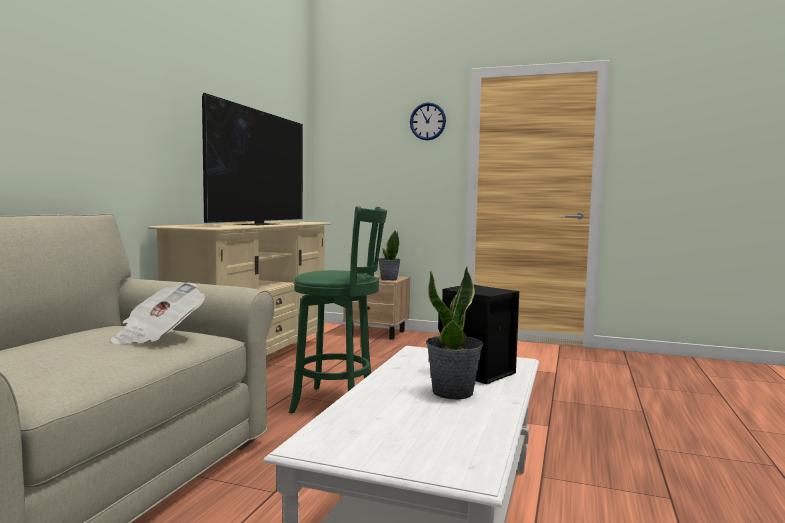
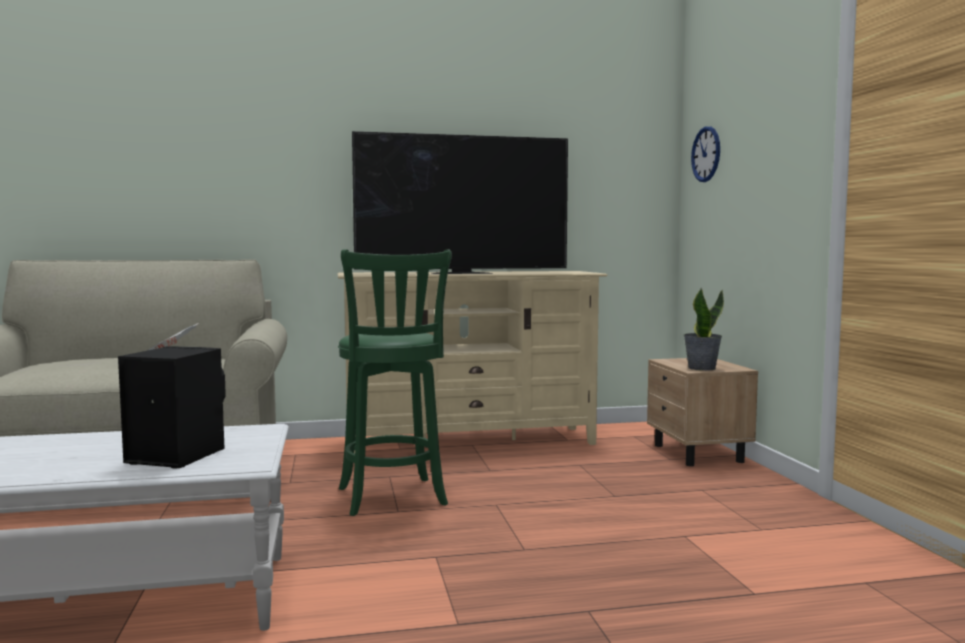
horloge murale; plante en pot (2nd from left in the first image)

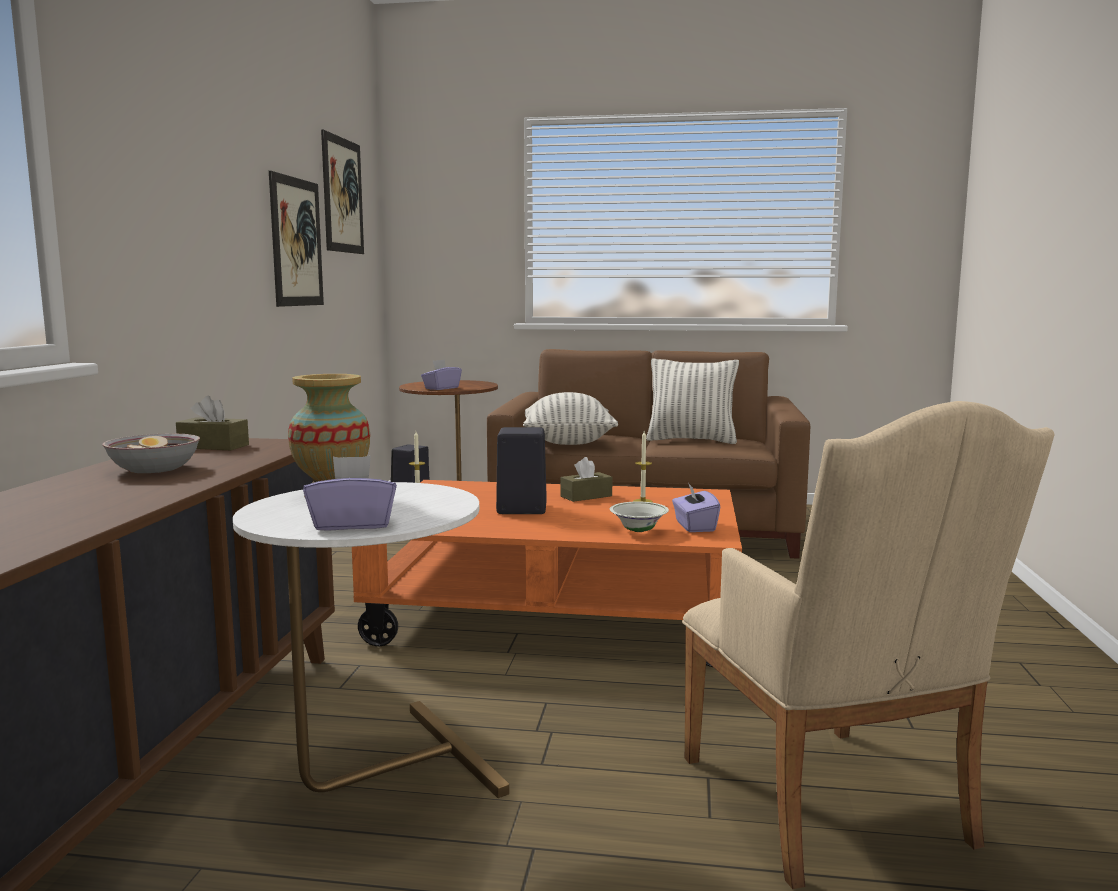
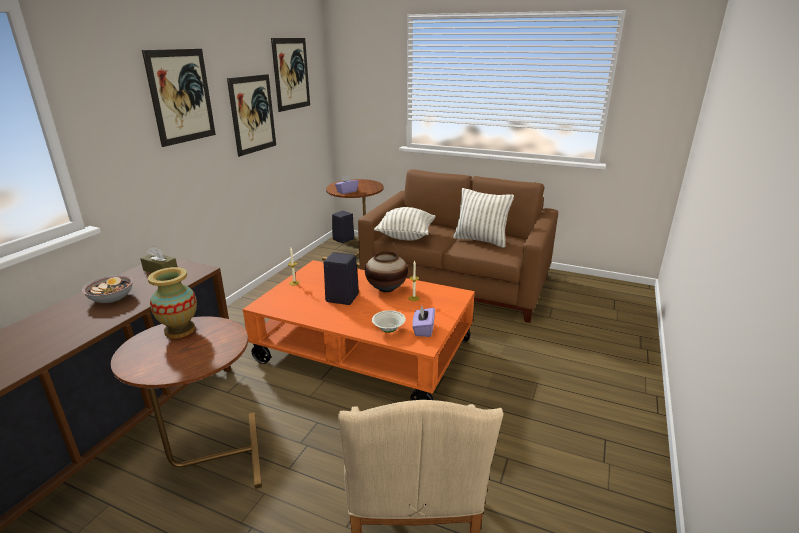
table d'appoint [marron] (1st from left); tableau (1st from left); vase (2nd from left); boîte à mouchoirs [violet] (1st from left in the first image)

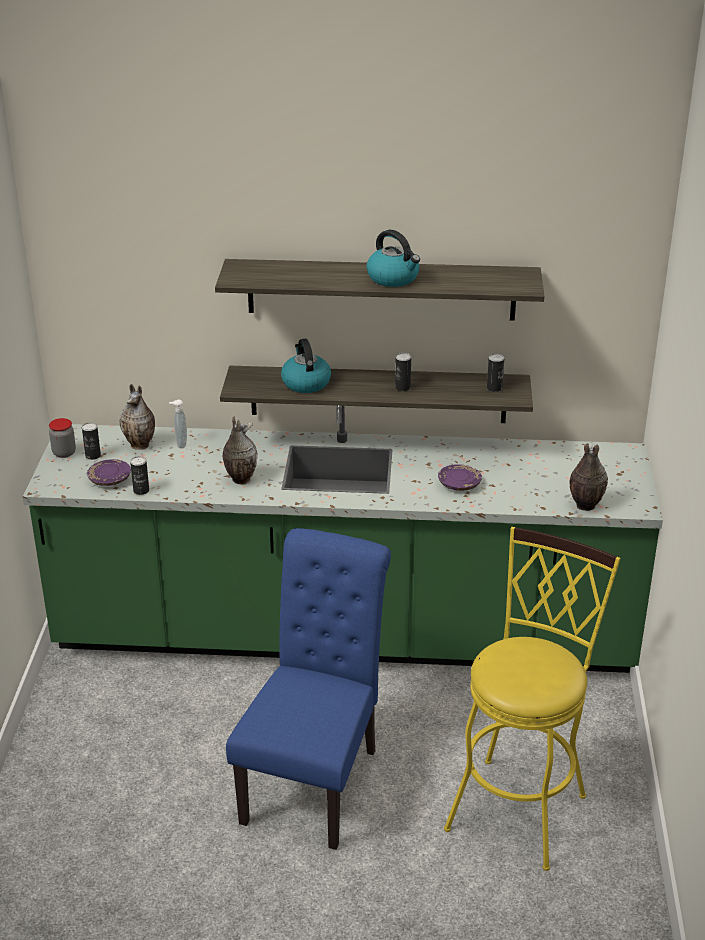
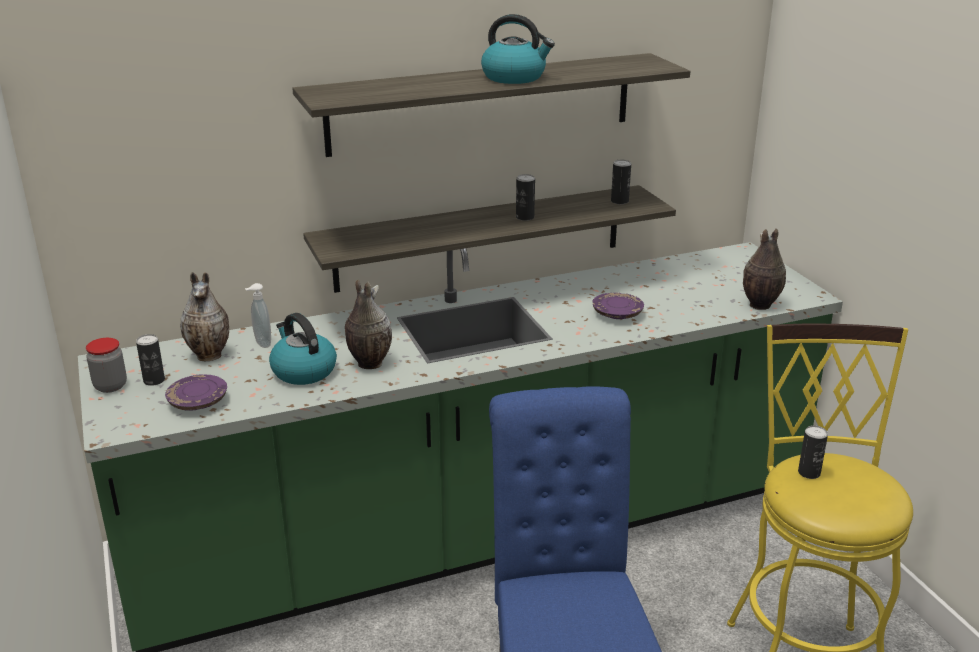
bouilloire (1st from left); boîte métallique (4th from left)

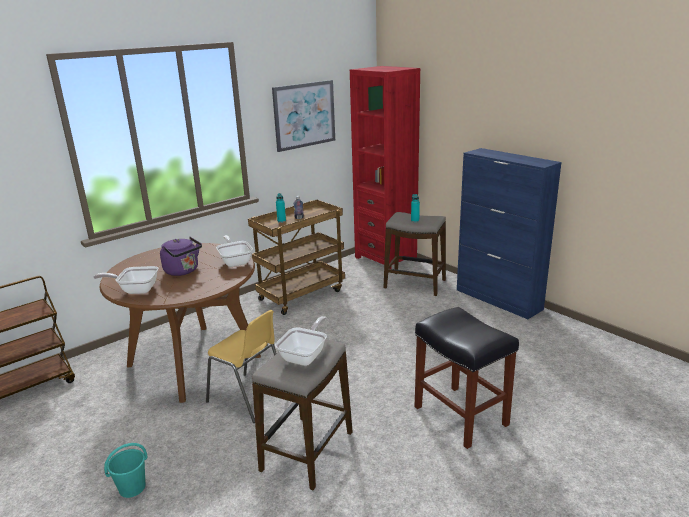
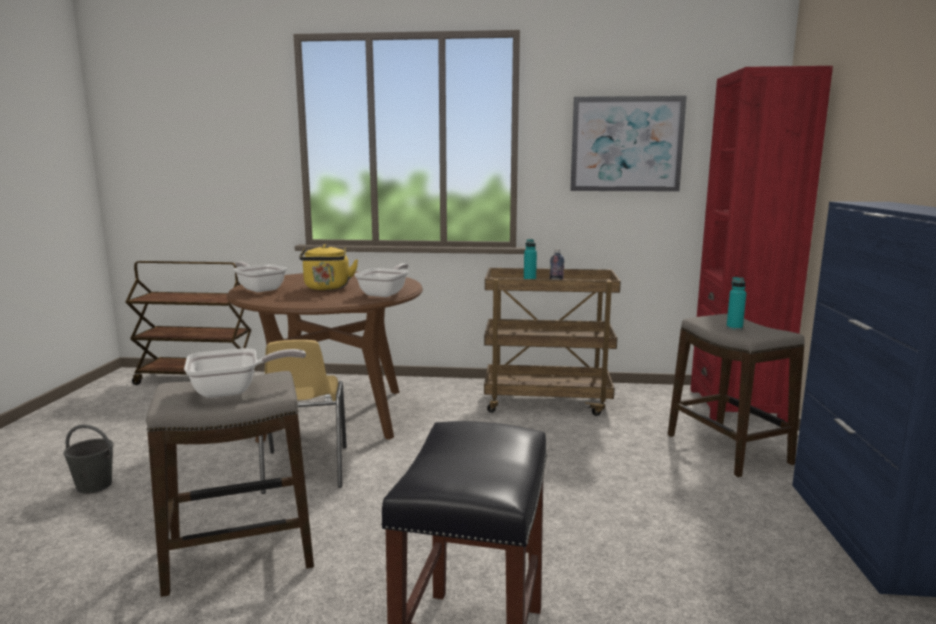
seau [gris]; bouilloire [jaune]

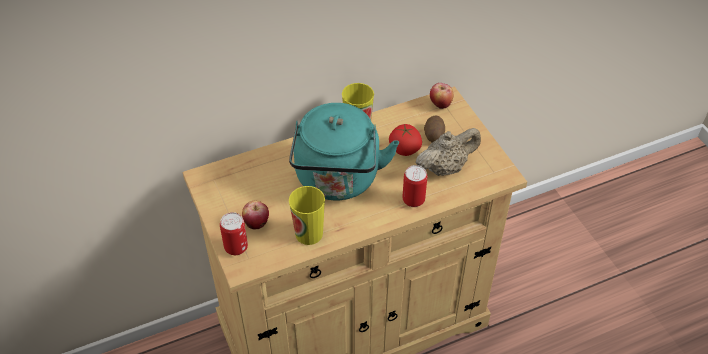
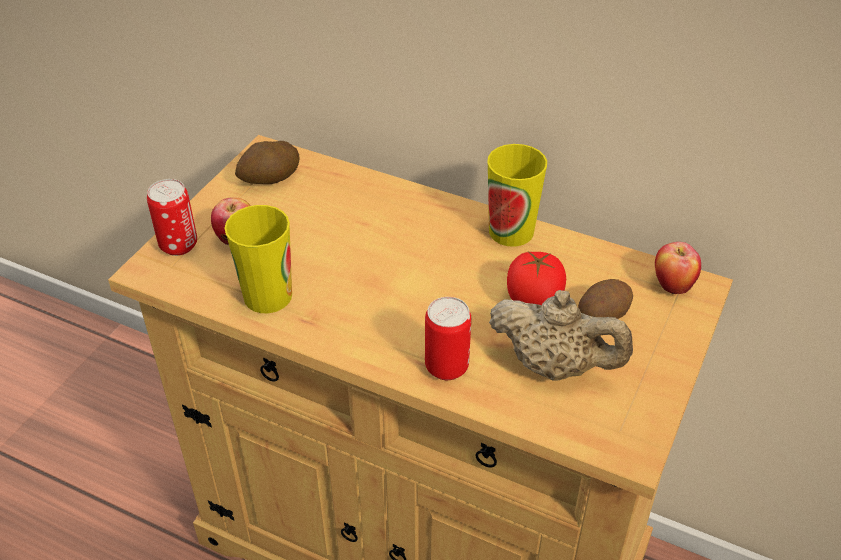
pomme de terre (1st from left); bouilloire [turquoise]

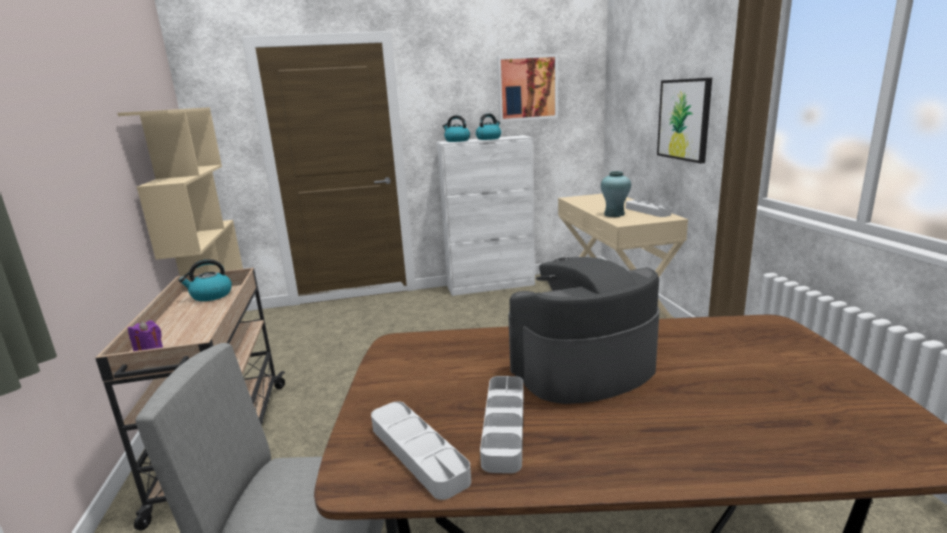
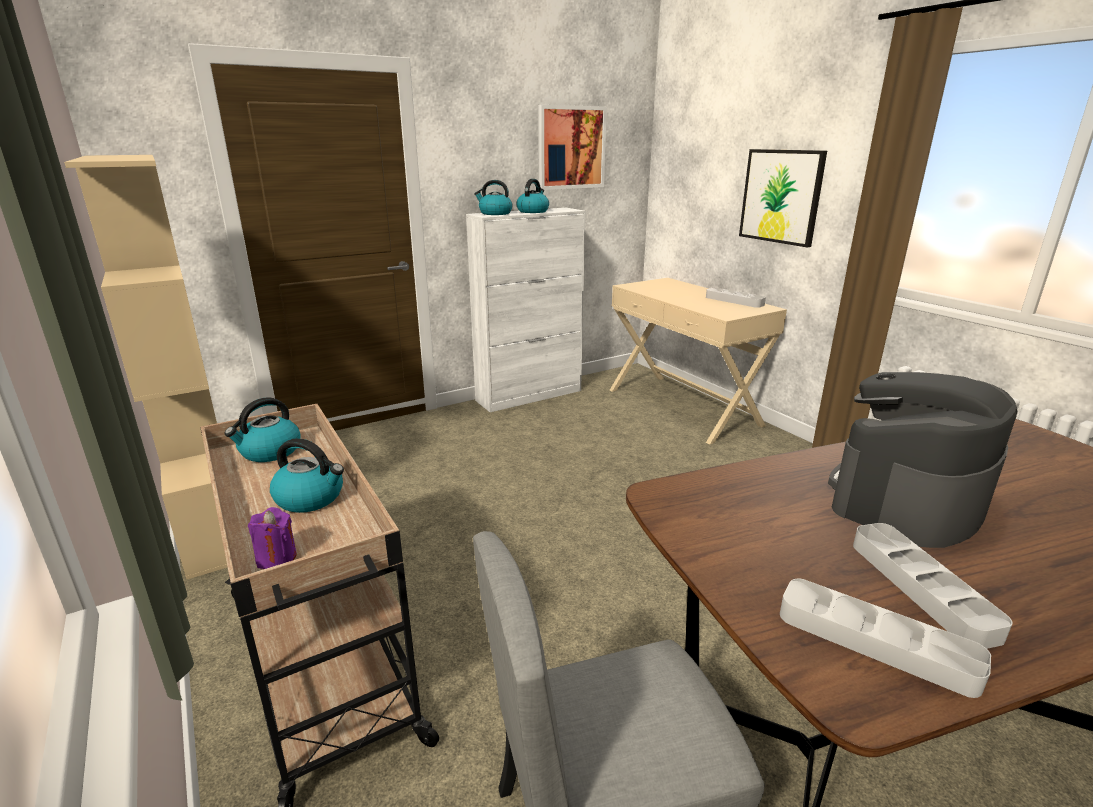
bouilloire (2nd from left); vase [turquoise]

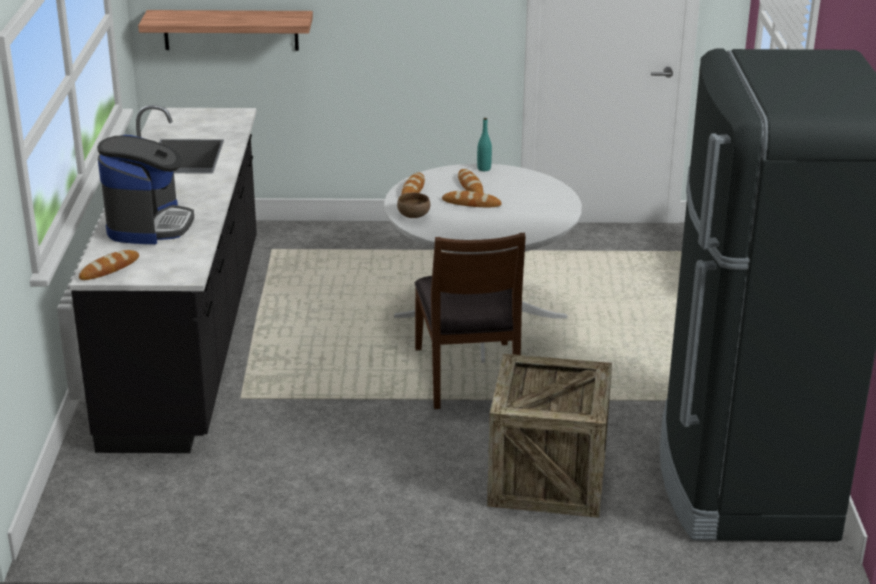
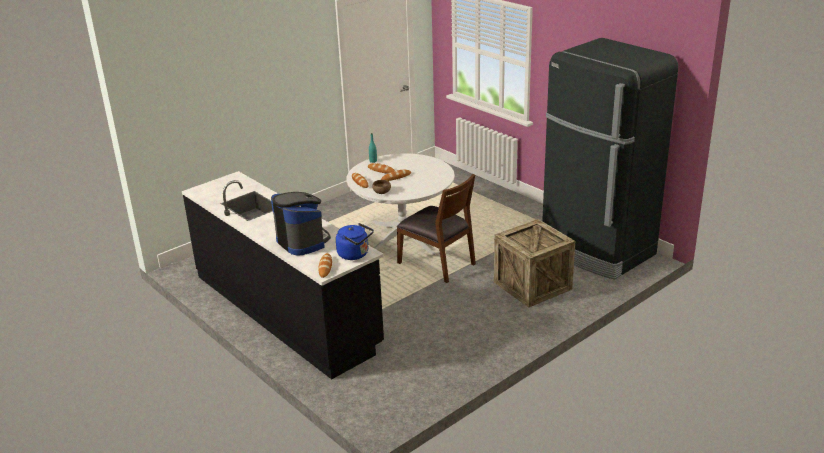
bouilloire [bleu]; étagère

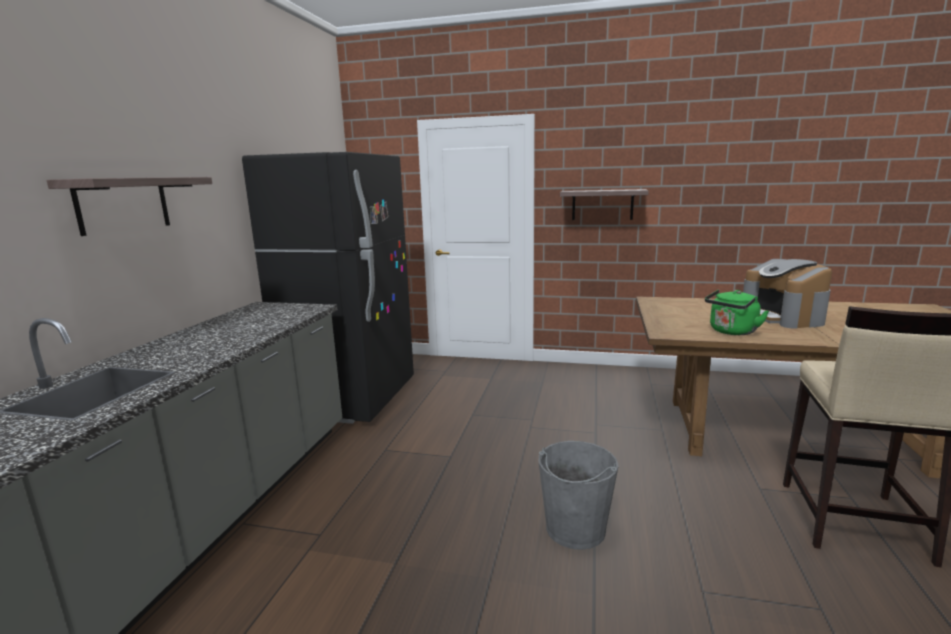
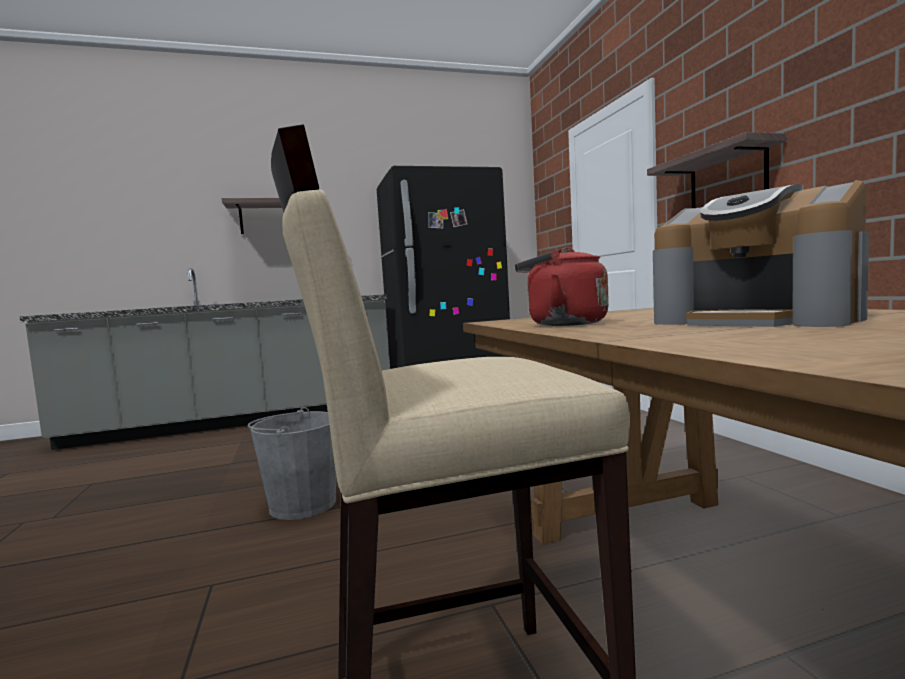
bouilloire [rouge]; machine à café

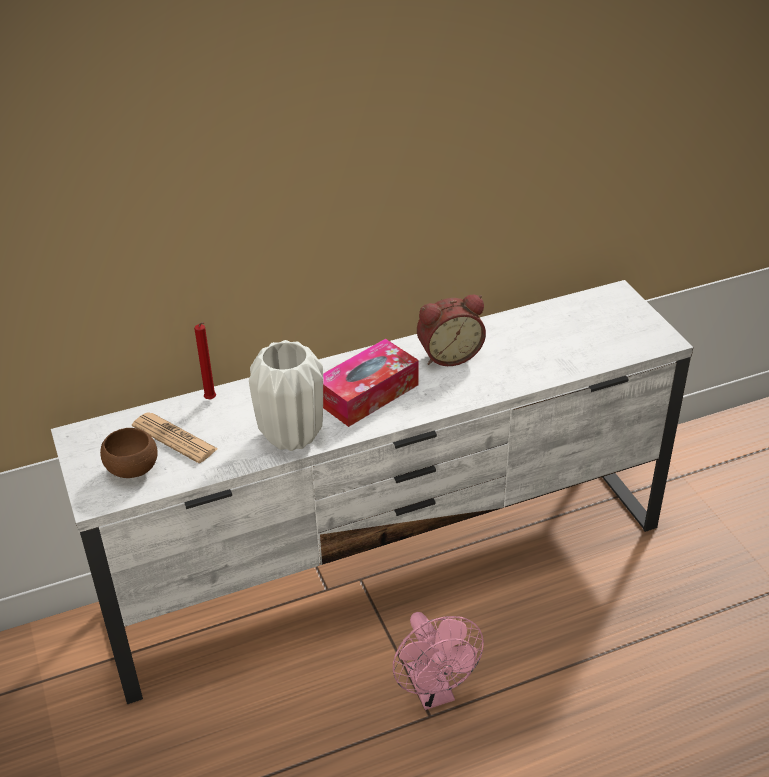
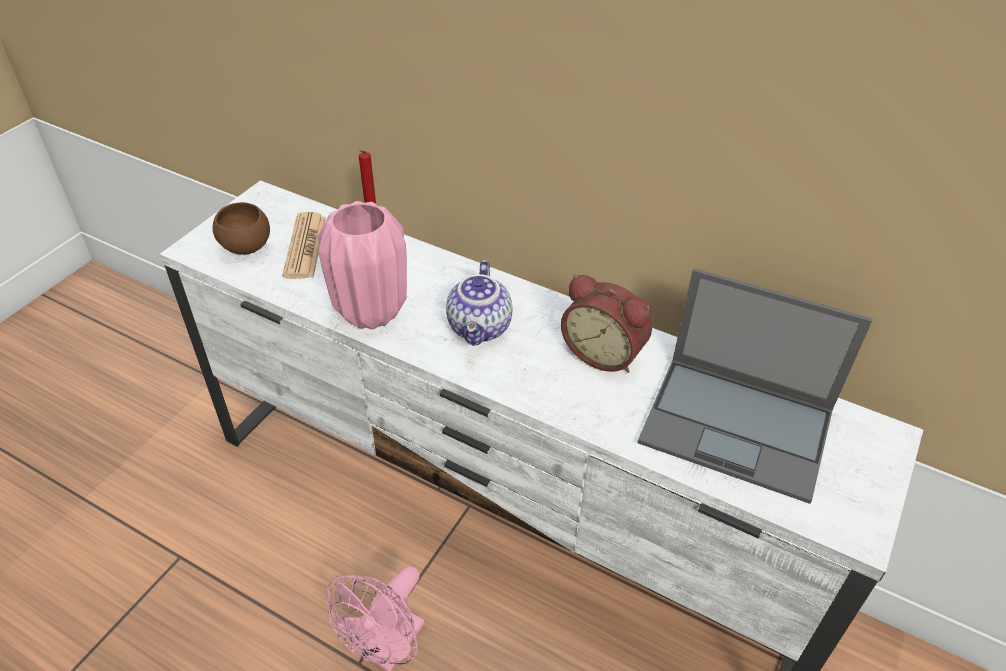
vase [rose]; théière; ordinateur portable

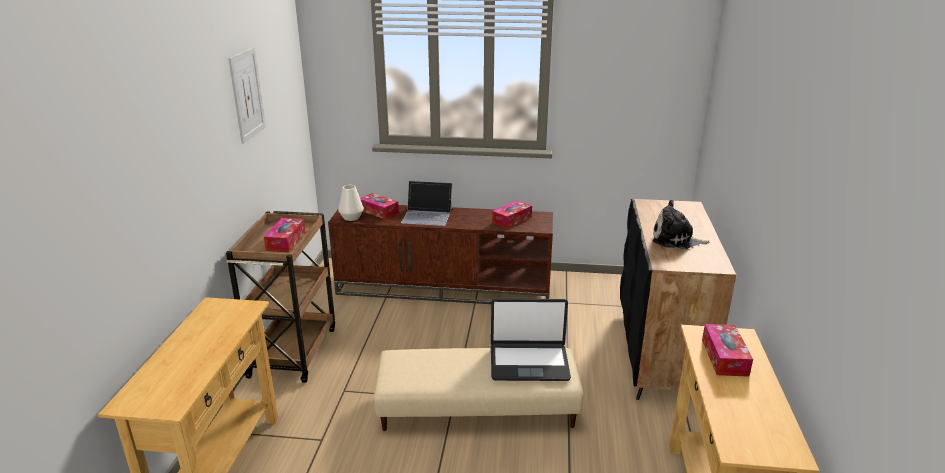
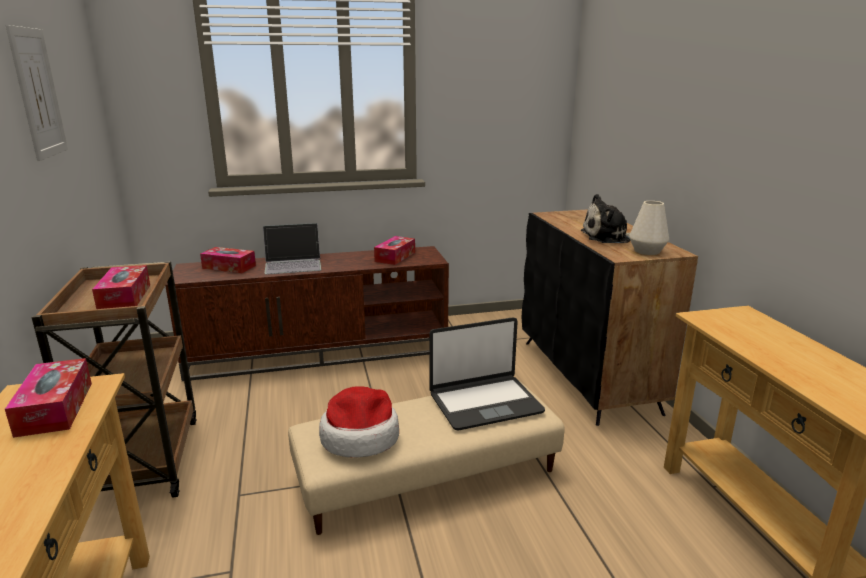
boîte à mouchoirs (1st from left); chapeau; vase [blanc]

